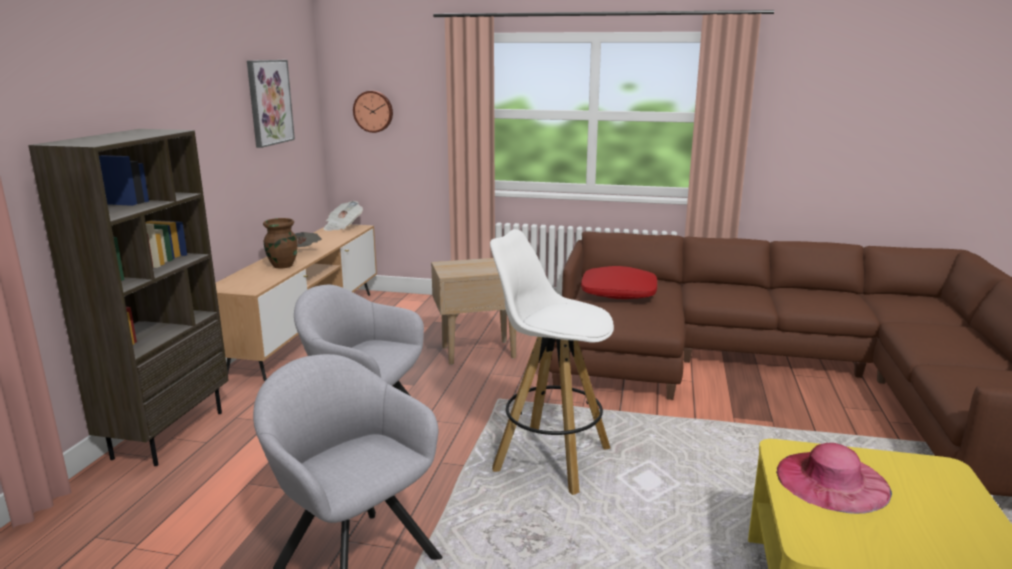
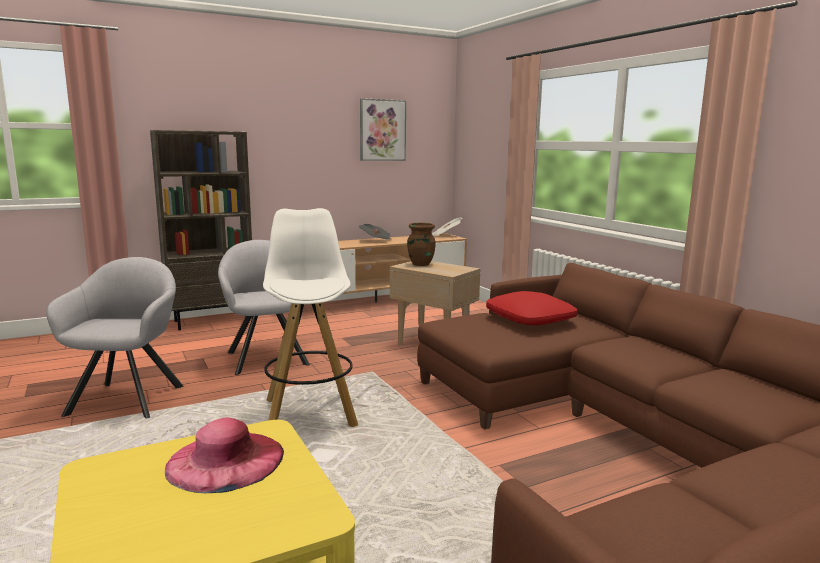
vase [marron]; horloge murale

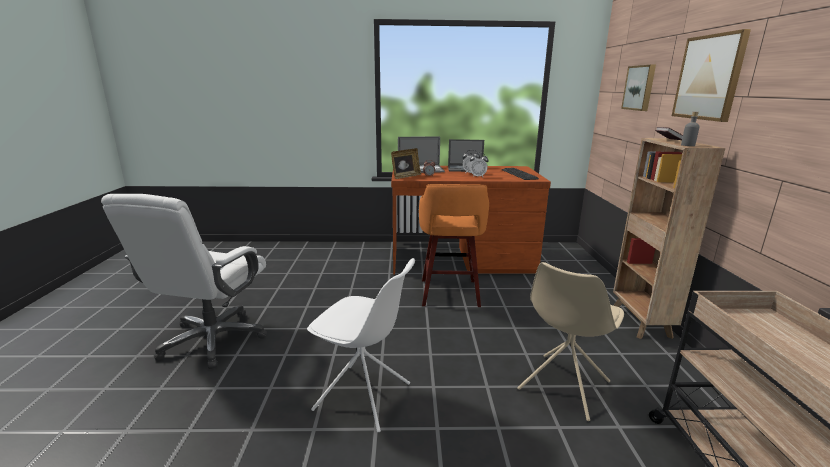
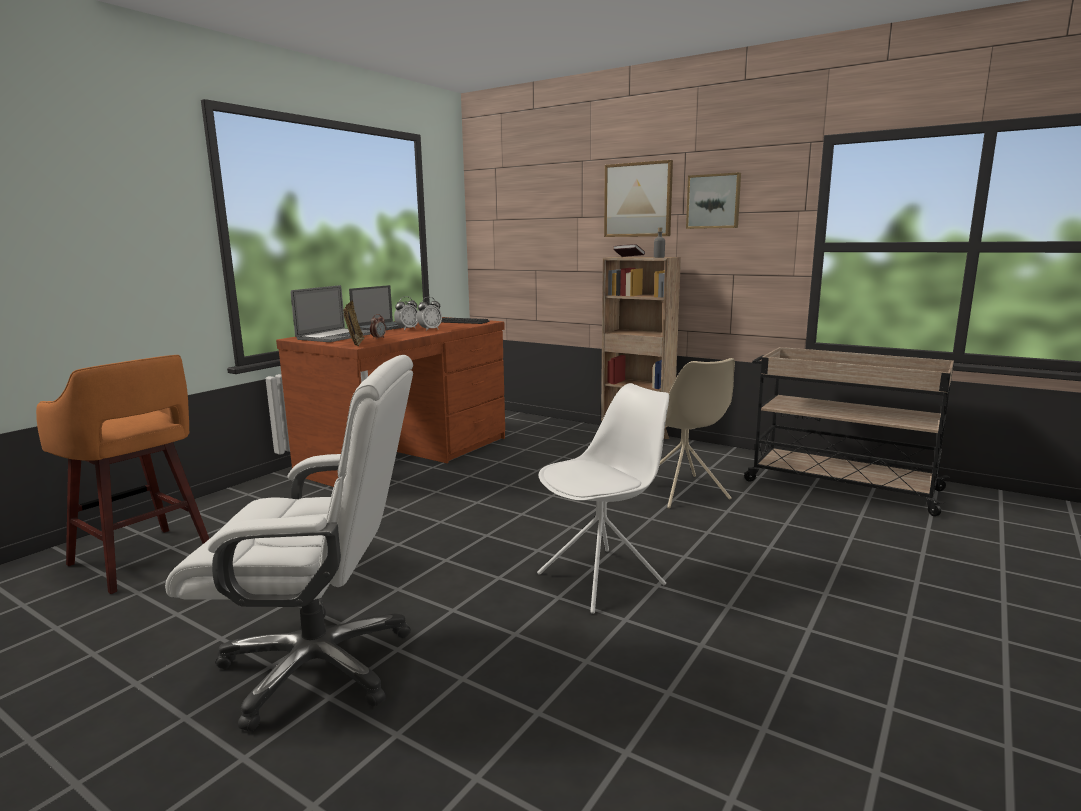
tabouret [orange]; chaise de bureau [blanc]; tableau (2nd from left)

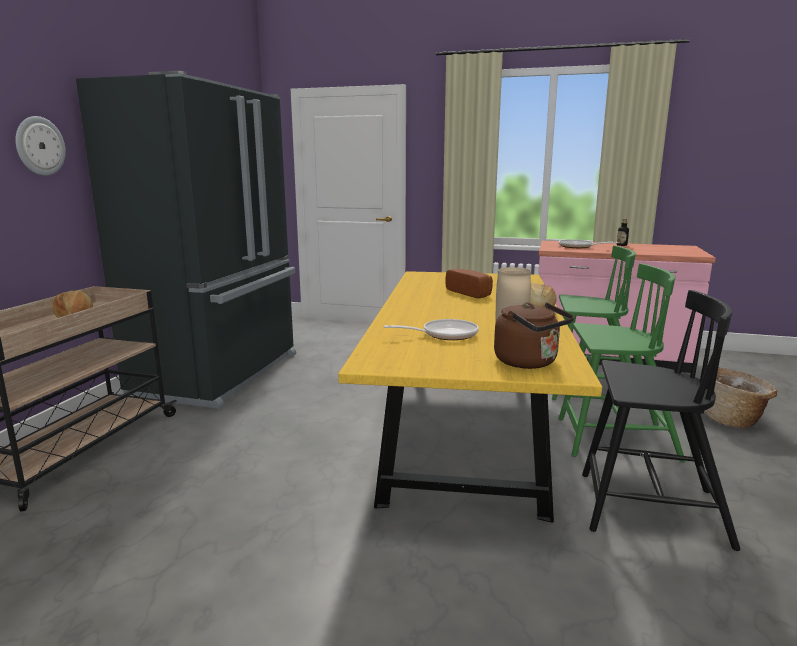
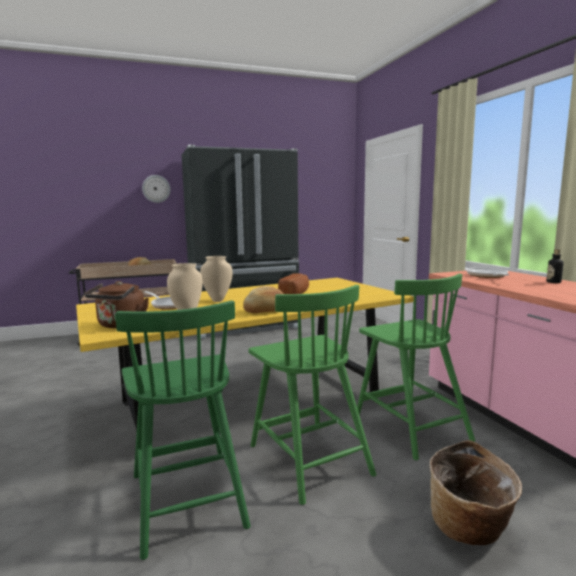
chaise [vert] (1st from left); vase [beige] (2nd from left)

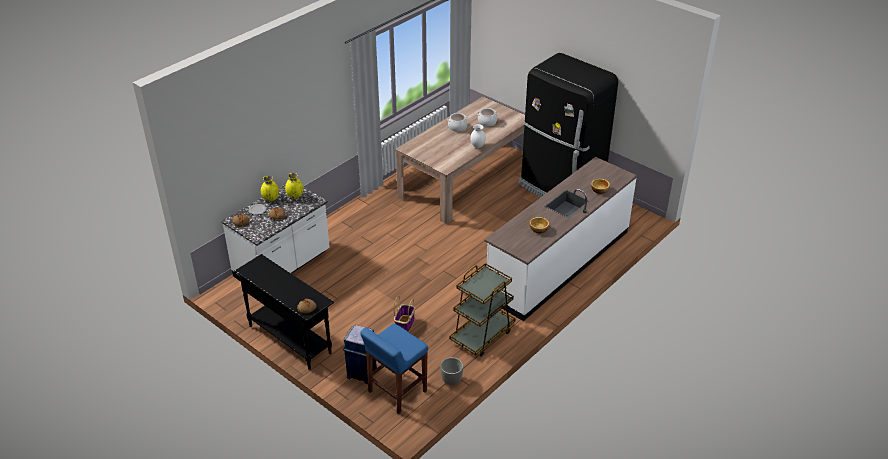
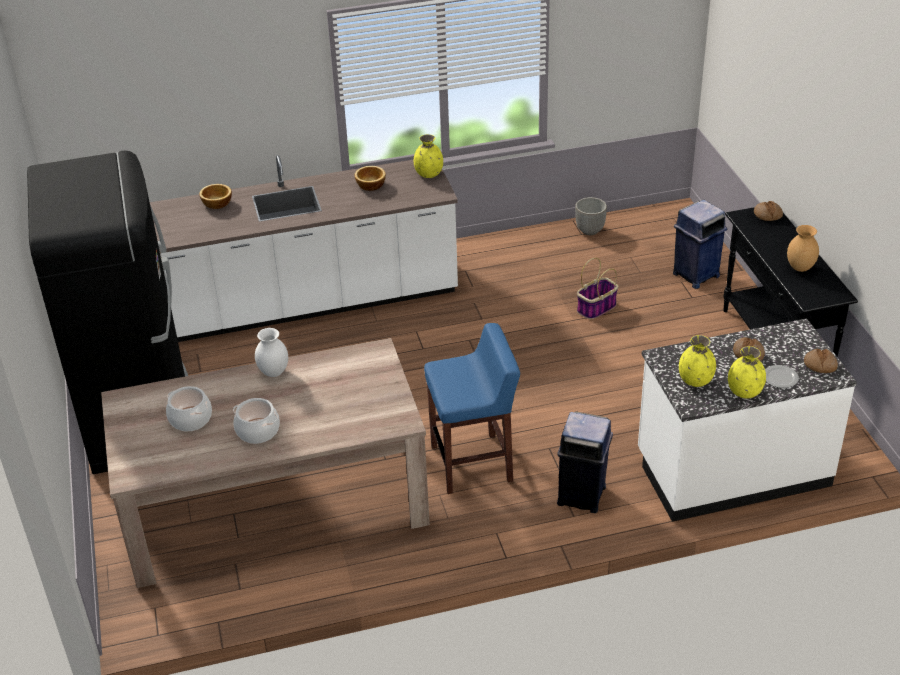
vase [jaune] (1st from left); tabouret [bleu]; poubelle [bleu] (1st from left); vase [marron]; chariot [marron]

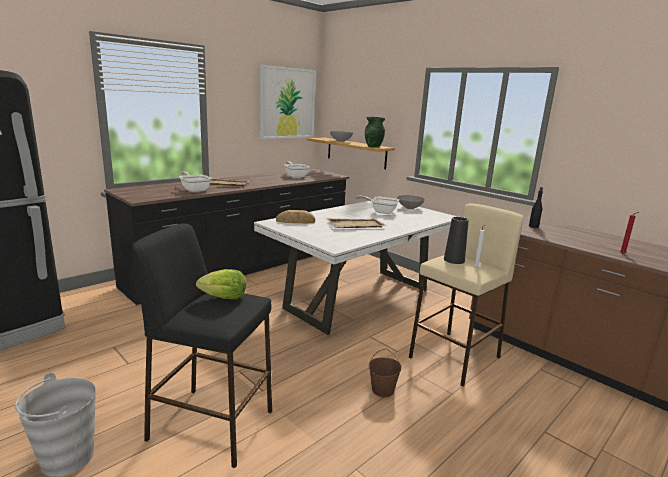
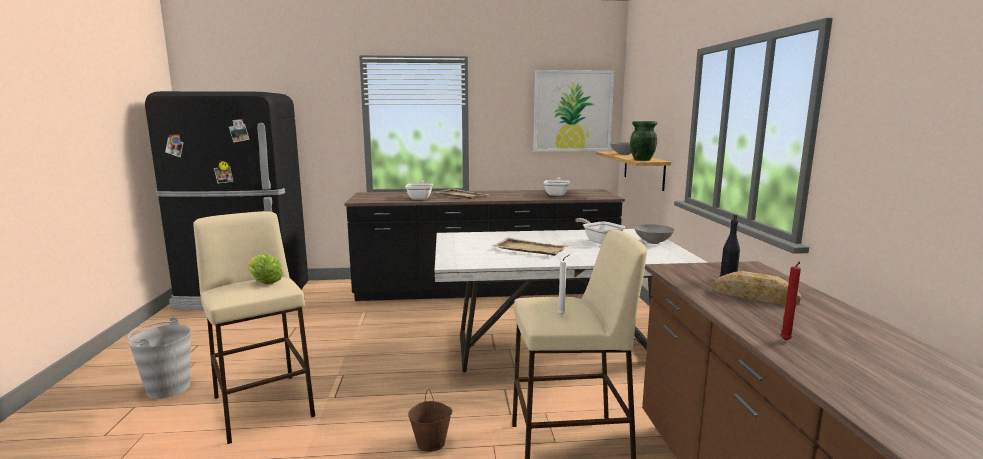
tabouret [beige] (1st from left); pain; vase [noir]

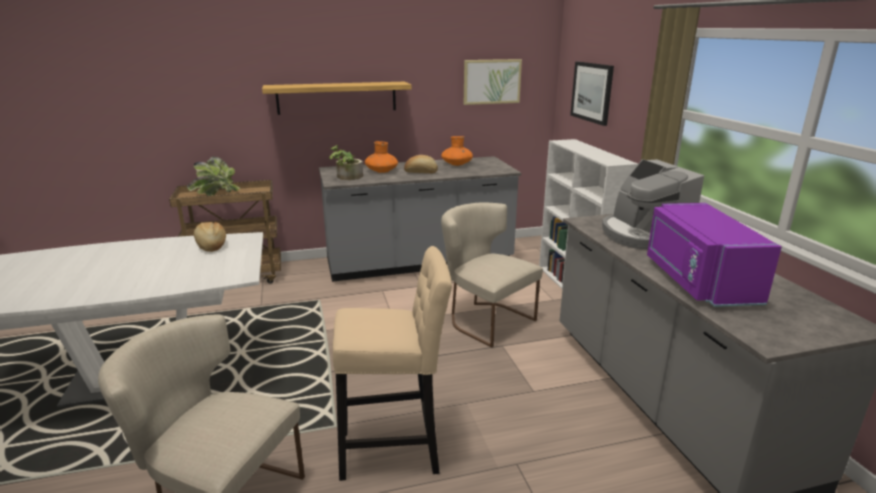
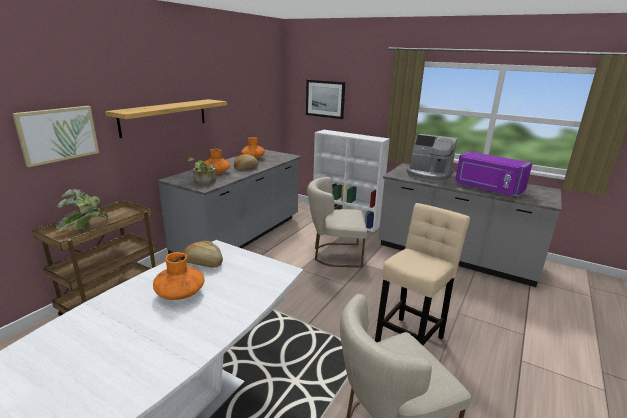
tableau (1st from left); vase [orange] (1st from left)

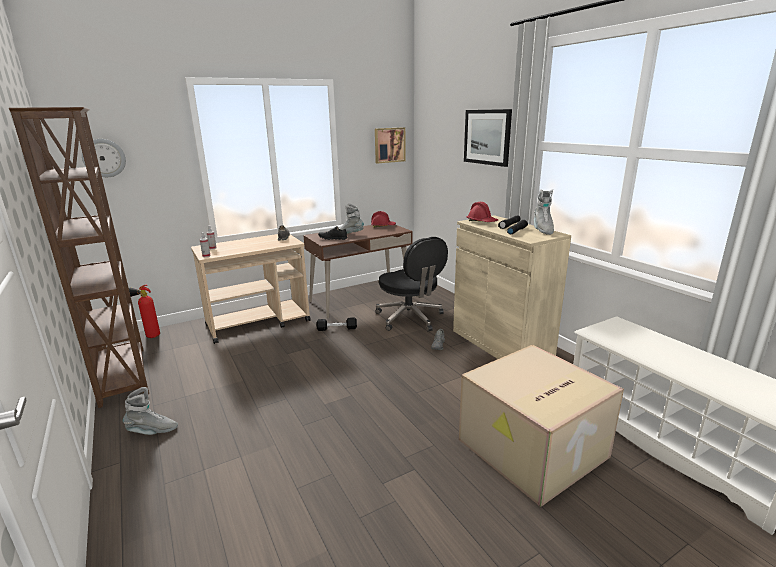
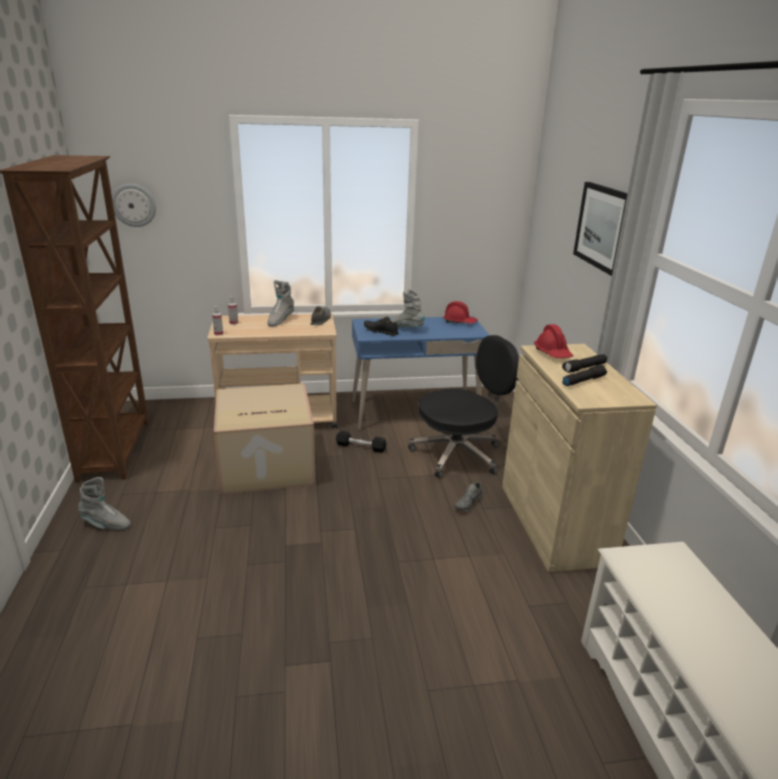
carton; botte [gris] (2nd from left); bureau [bleu]; chaise de bureau [noir]; extincteur; tableau (1st from left in the first image)

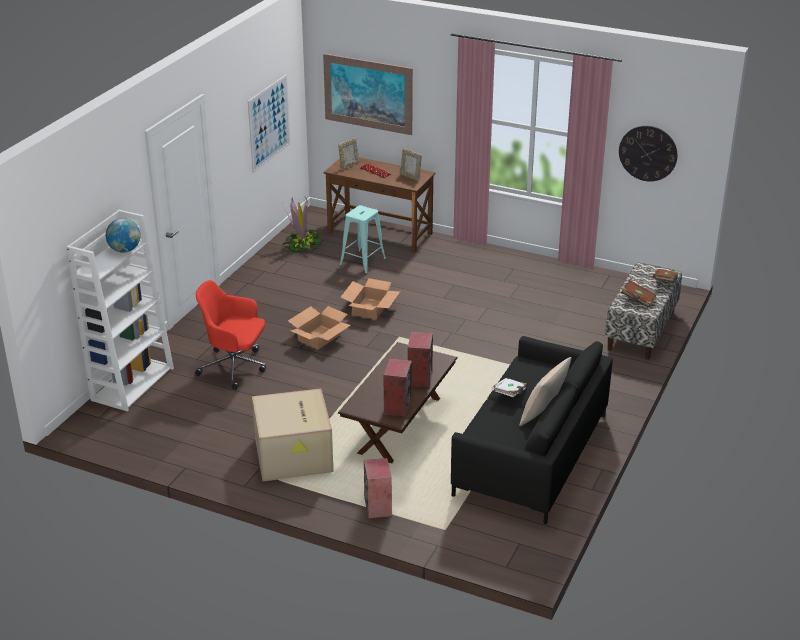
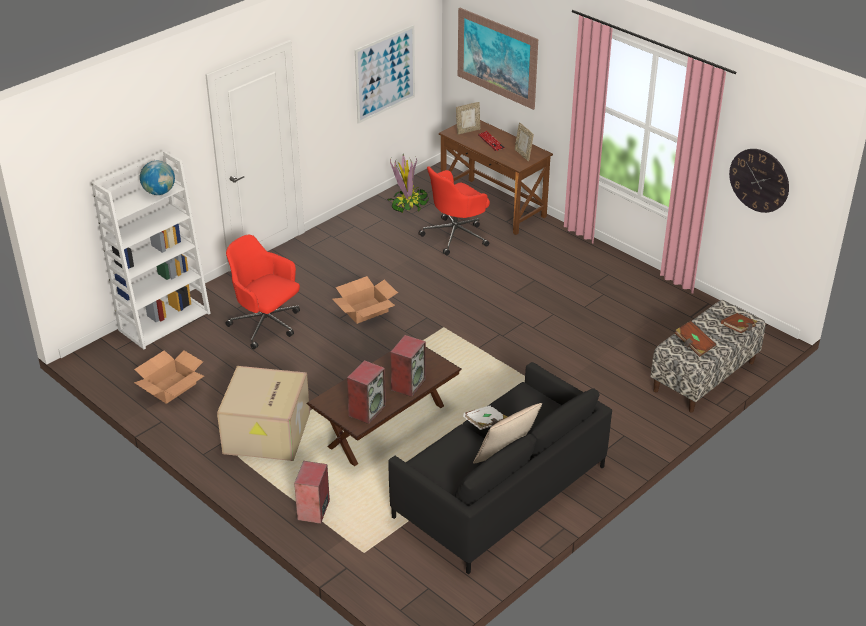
carton (1st from left); chaise de bureau [rouge] (2nd from left)

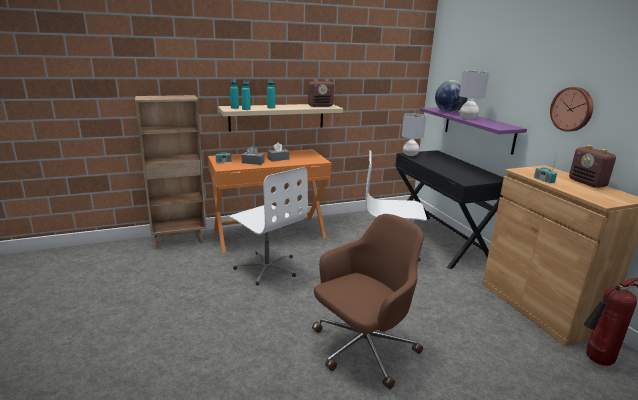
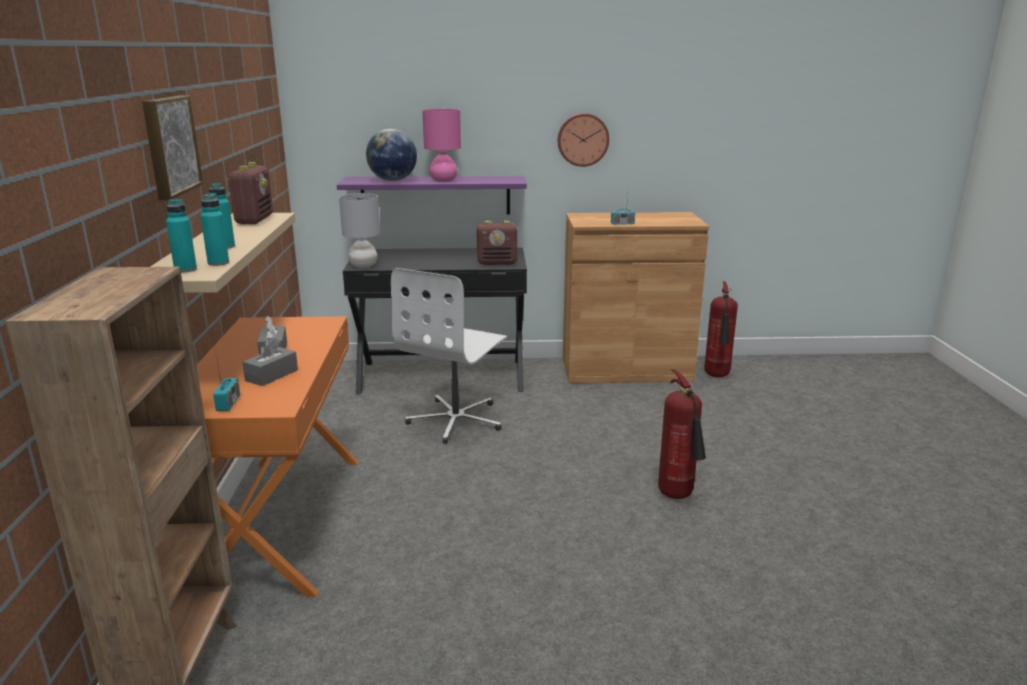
tableau; lampe de table [rose]; radio (3rd from left); extincteur (1st from left); chaise de bureau [blanc] (1st from left in the first image)

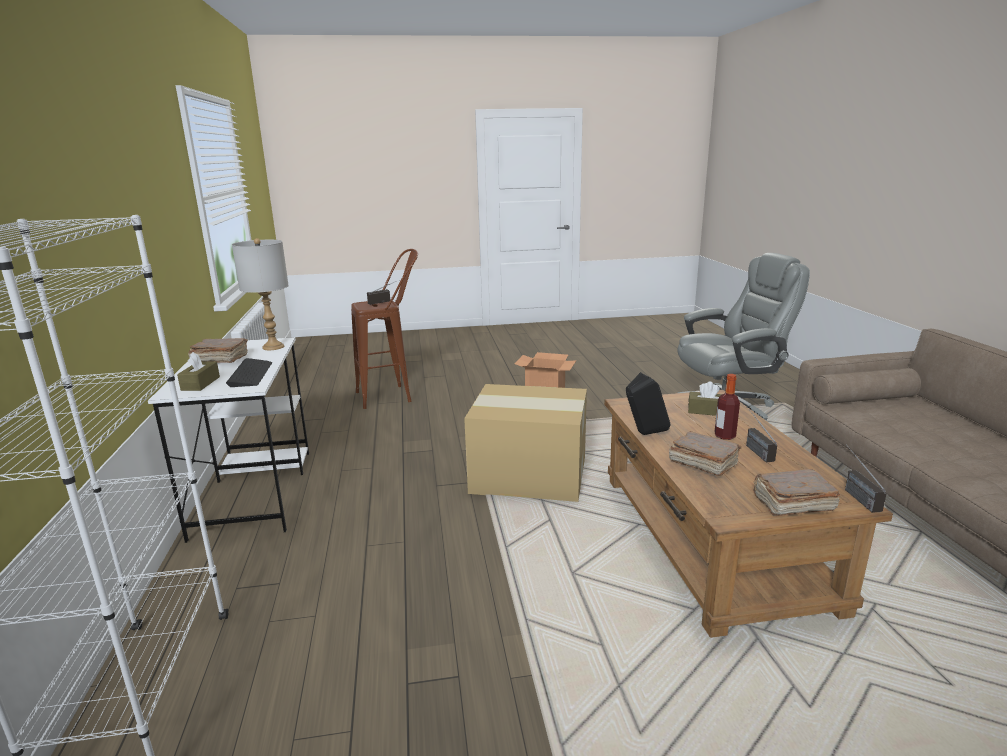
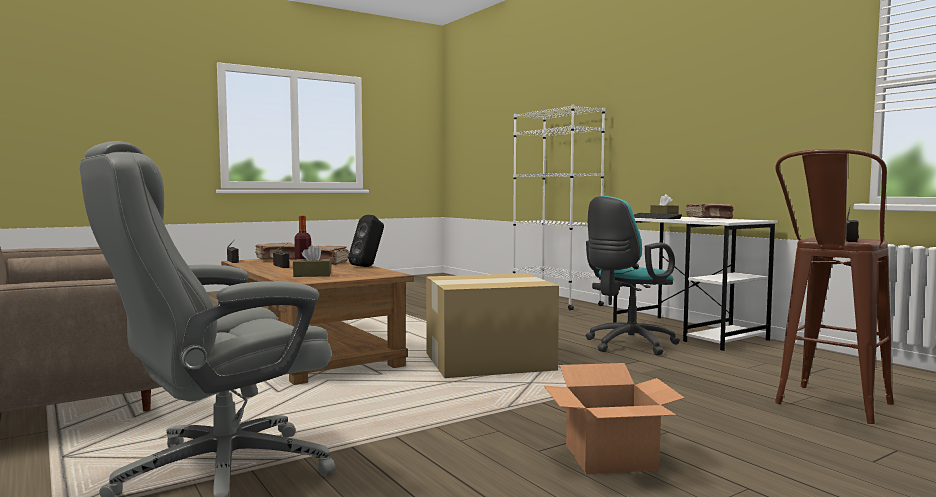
chaise de bureau [turquoise]; lampe de table [gris]

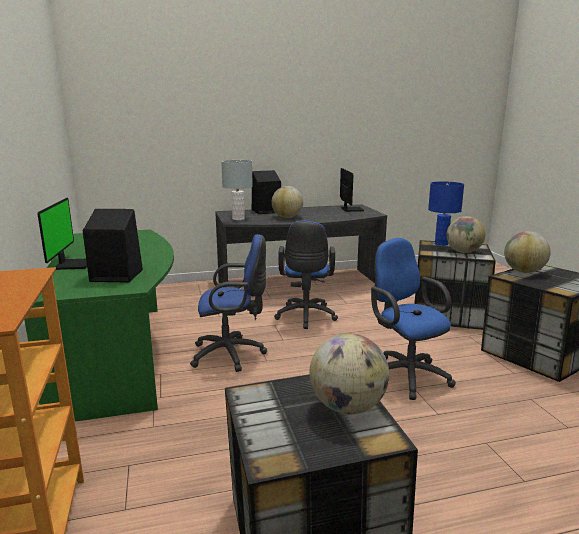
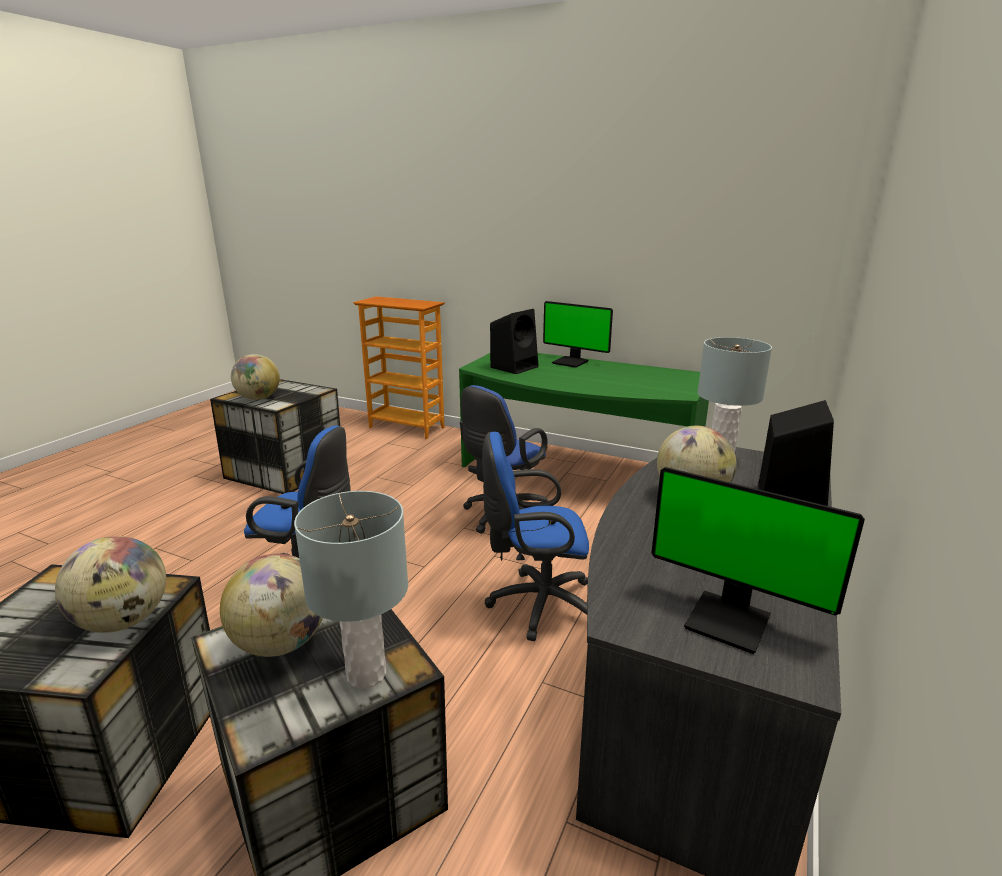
lampe de table [gris] (1st from left); chaise de bureau [bleu] (3rd from left)

